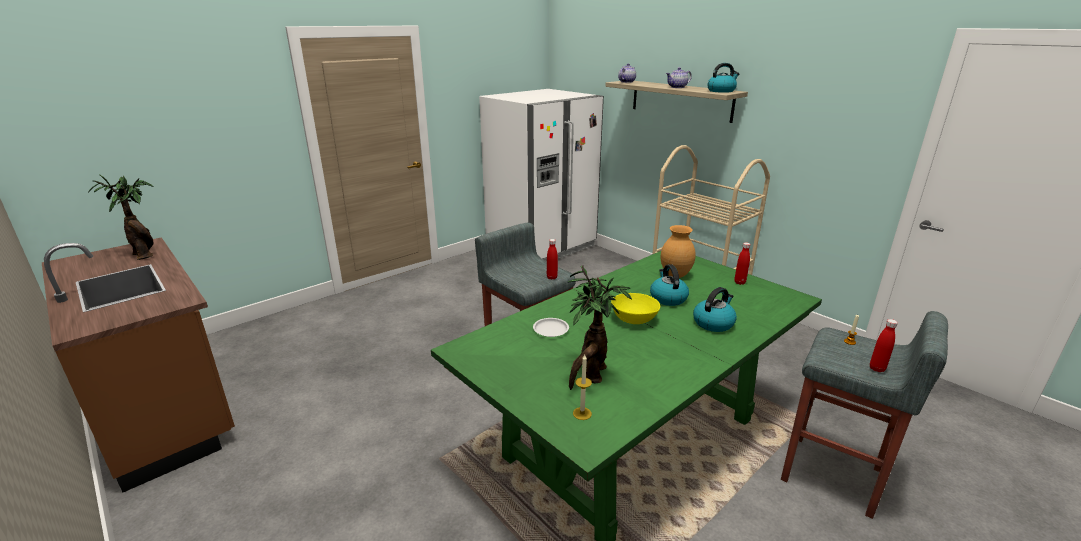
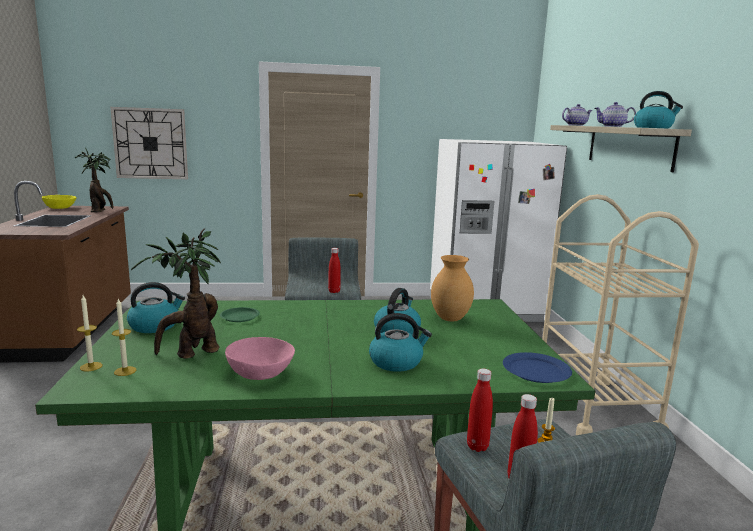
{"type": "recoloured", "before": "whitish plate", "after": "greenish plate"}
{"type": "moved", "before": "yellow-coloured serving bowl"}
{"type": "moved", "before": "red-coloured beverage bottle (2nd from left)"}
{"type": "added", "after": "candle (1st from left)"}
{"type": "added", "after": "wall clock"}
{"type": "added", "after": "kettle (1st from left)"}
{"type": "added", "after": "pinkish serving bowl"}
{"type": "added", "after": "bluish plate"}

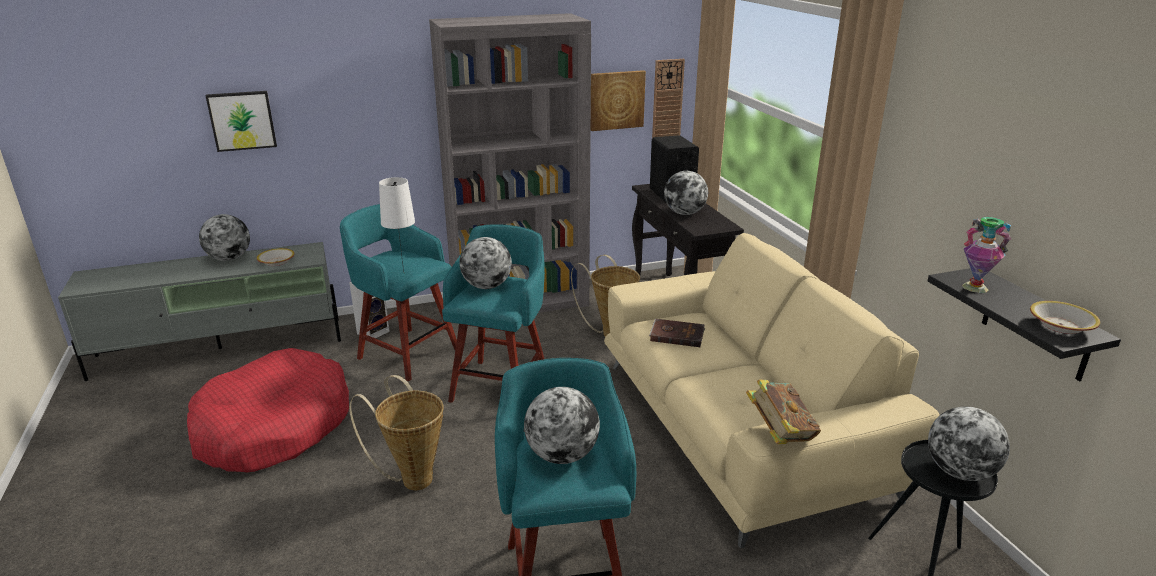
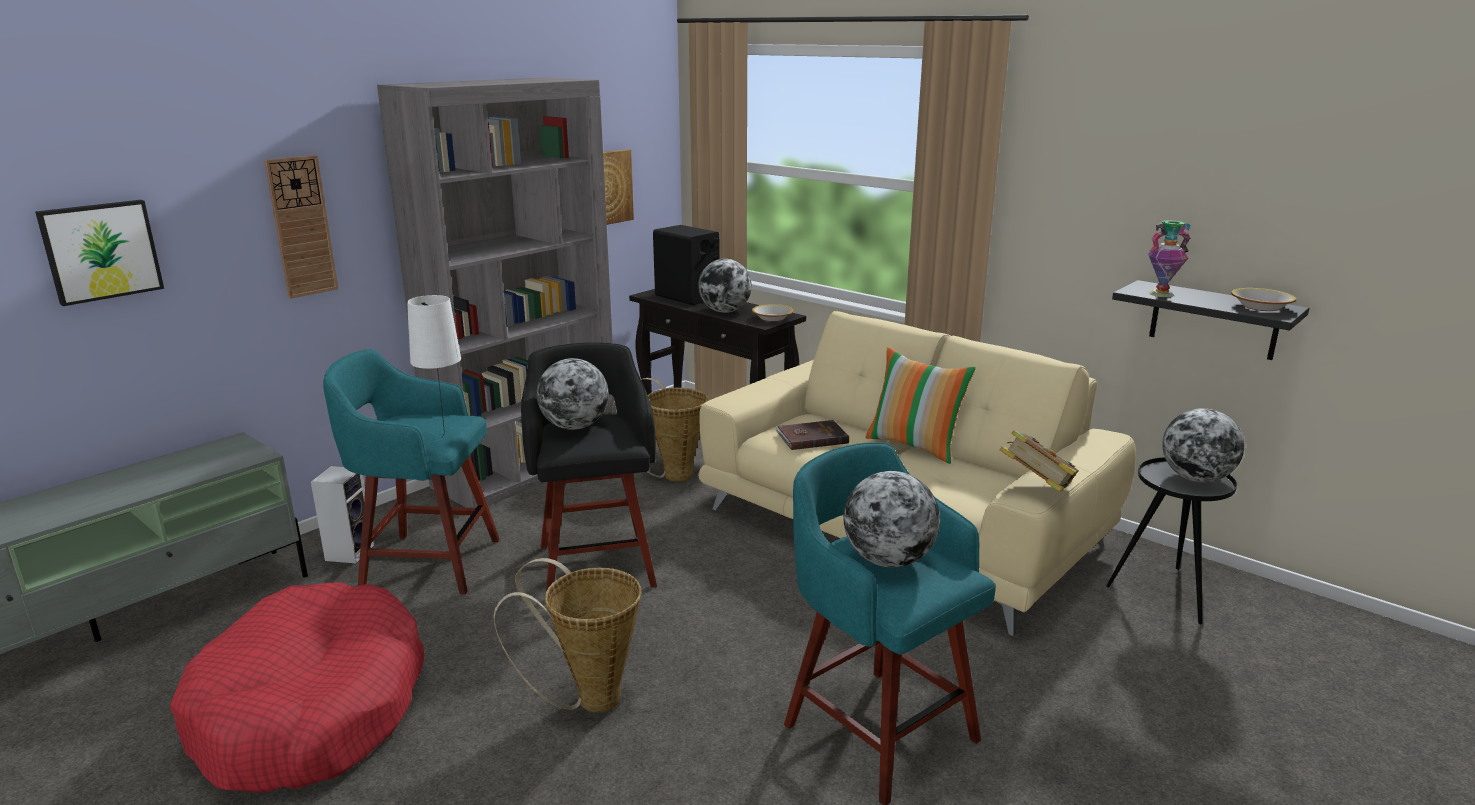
{"type": "removed", "before": "world globe (1st from left)"}
{"type": "moved", "before": "serving bowl (1st from left)"}
{"type": "recoloured", "before": "turquoise-coloured stool (2nd from left)", "after": "black stool"}
{"type": "moved", "before": "wall clock"}
{"type": "added", "after": "cushion"}

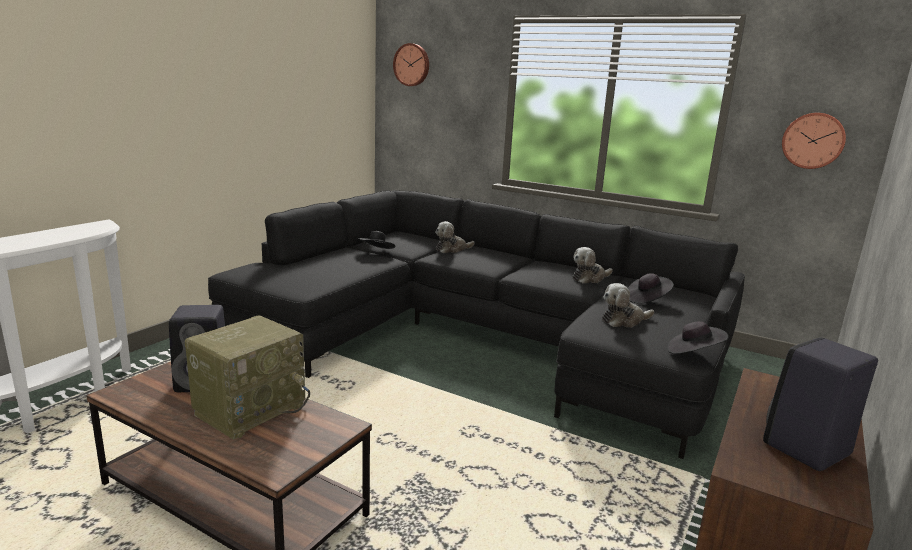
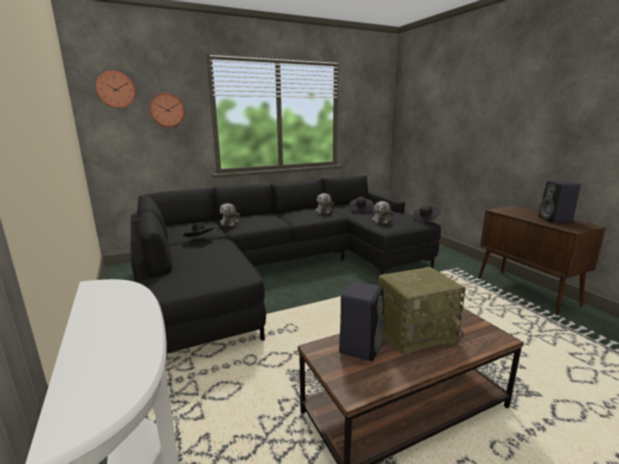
{"type": "turned", "before": "radio receiver", "turn": 90}
{"type": "moved", "before": "wall clock (2nd from left)"}

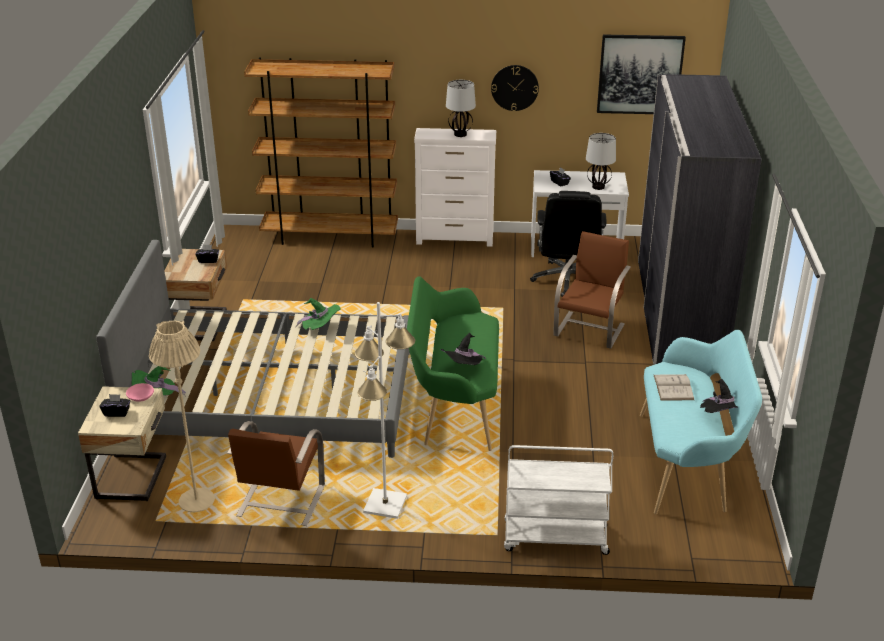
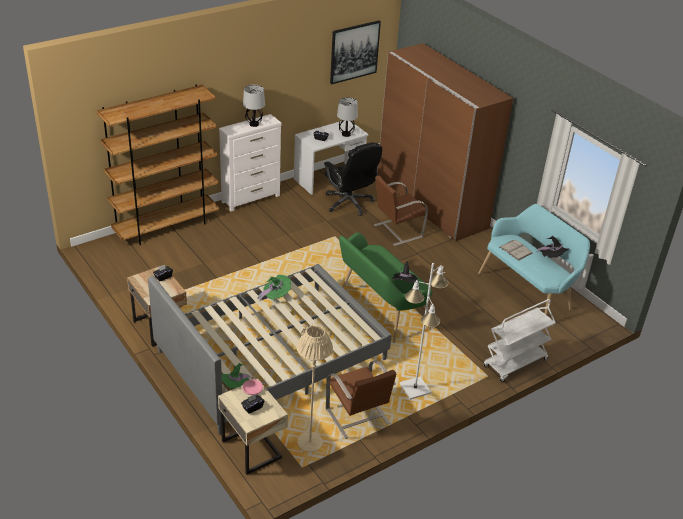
{"type": "removed", "before": "wall clock"}
{"type": "turned", "before": "brownish upright chair (2nd from left)", "turn": -105}
{"type": "recoloured", "before": "gray wardrobe", "after": "brownish wardrobe"}

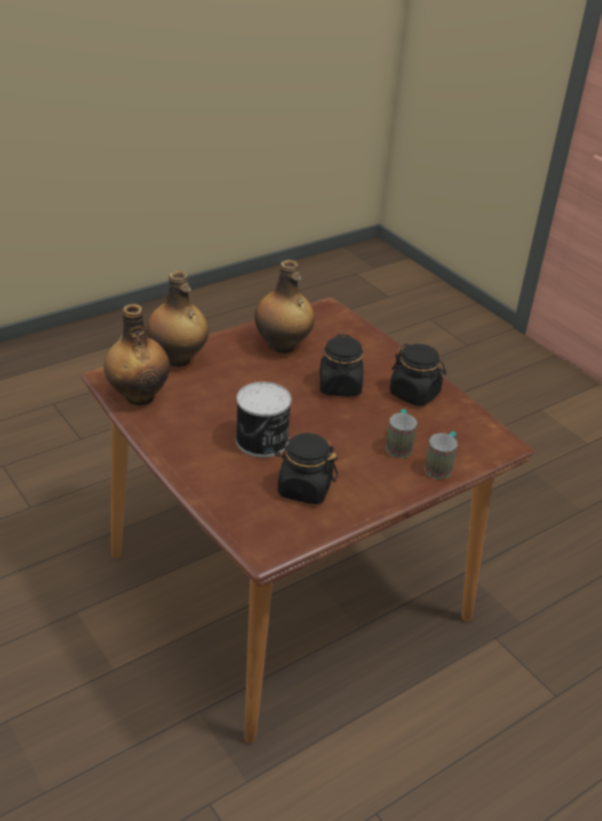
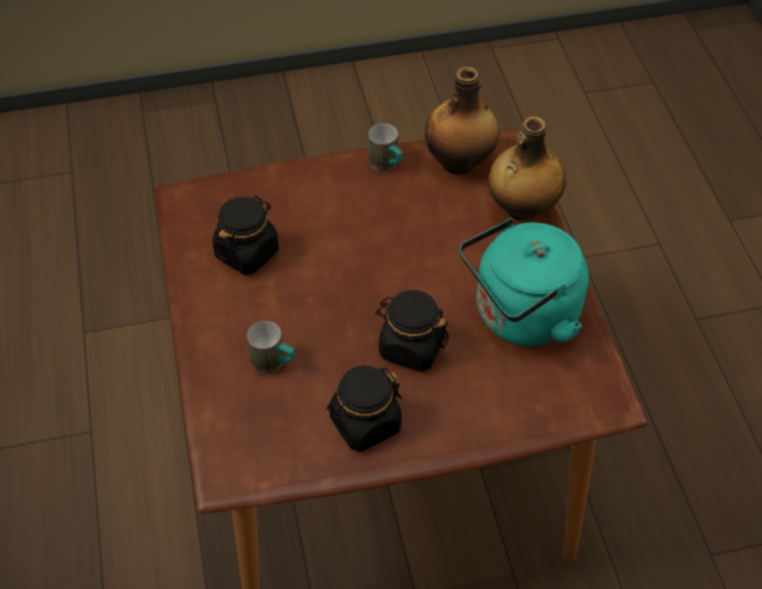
{"type": "removed", "before": "sealed can"}
{"type": "replaced", "before": "beverage bottle (3rd from left)", "after": "turquoise-coloured kettle"}
{"type": "moved", "before": "coffee mug (2nd from left)"}

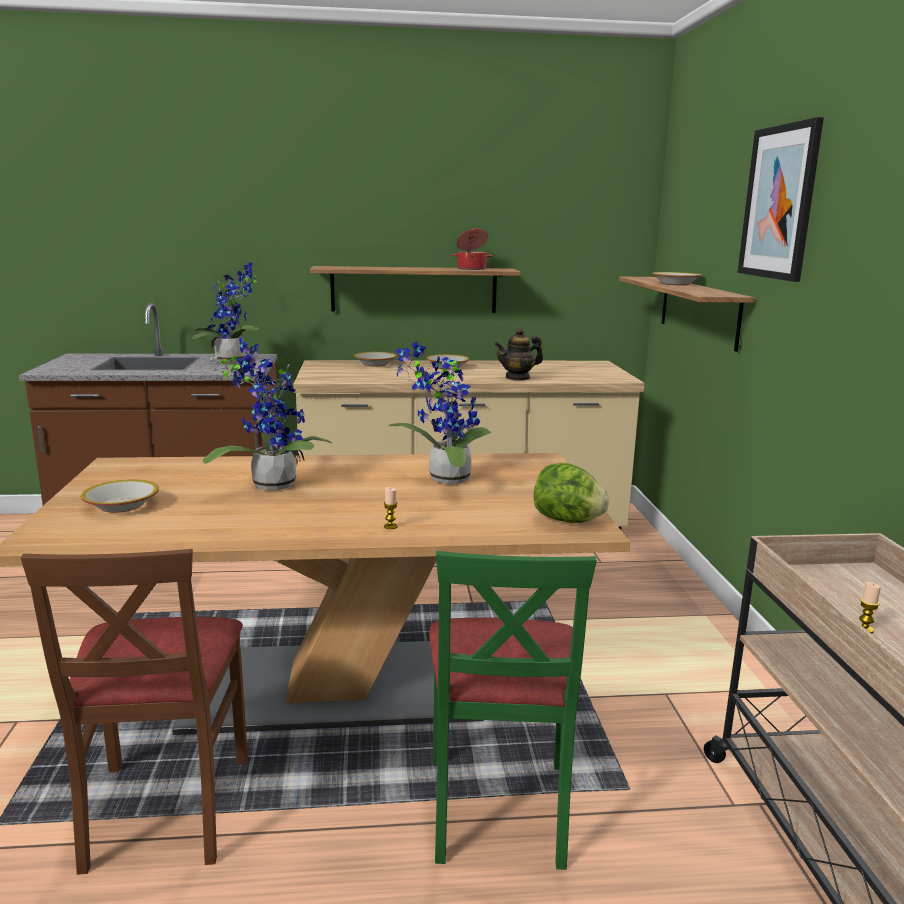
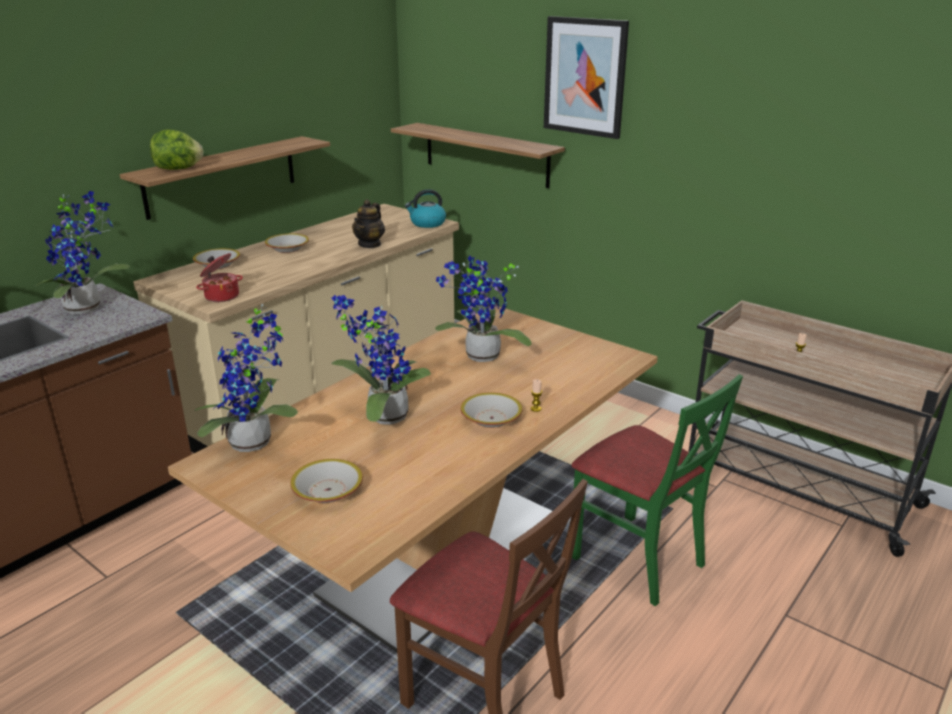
{"type": "moved", "before": "saucepot"}
{"type": "moved", "before": "lettuce head"}
{"type": "moved", "before": "serving bowl (4th from left)"}
{"type": "added", "after": "houseplant (2nd from left)"}
{"type": "added", "after": "kettle"}

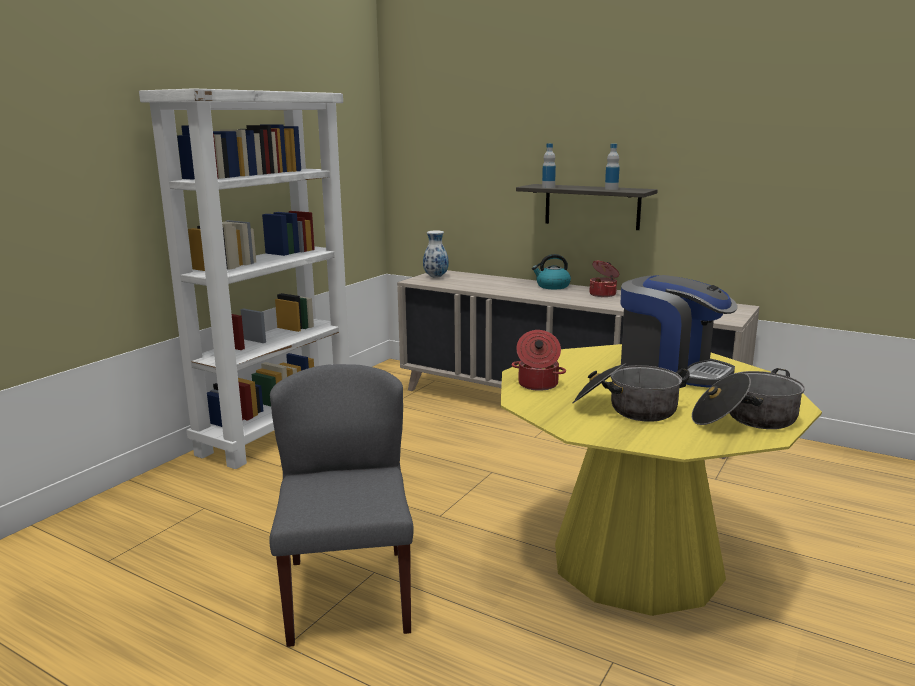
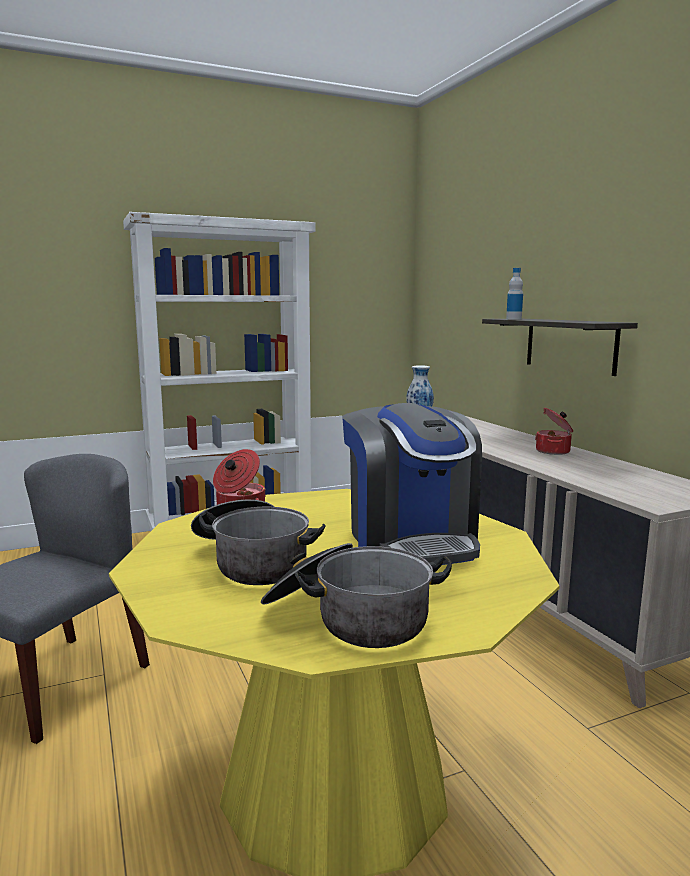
{"type": "removed", "before": "kettle"}
{"type": "removed", "before": "beverage bottle (2nd from left)"}

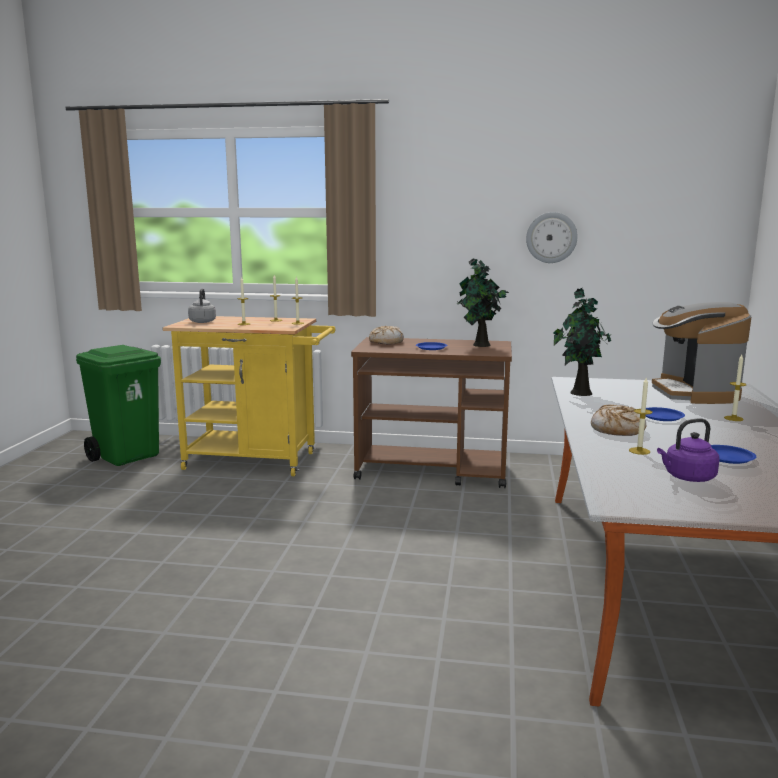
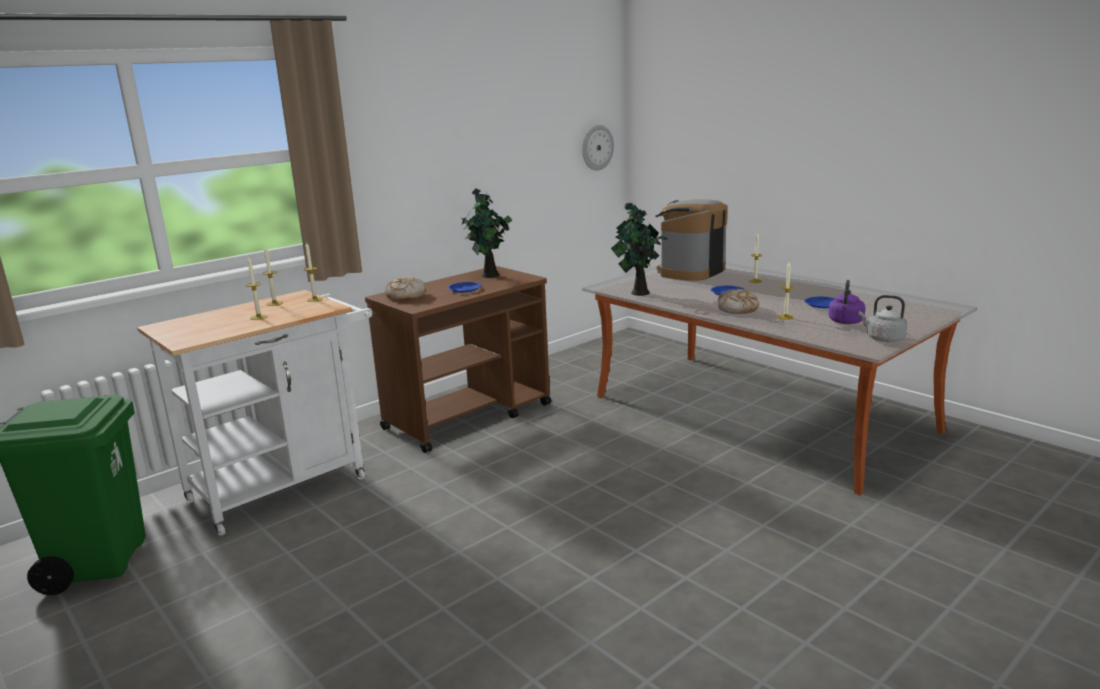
{"type": "recoloured", "before": "yellow-coloured wheeled cart", "after": "whitish wheeled cart"}
{"type": "moved", "before": "gray kettle"}
{"type": "moved", "before": "wall clock"}
{"type": "turned", "before": "coffee maker", "turn": 90}

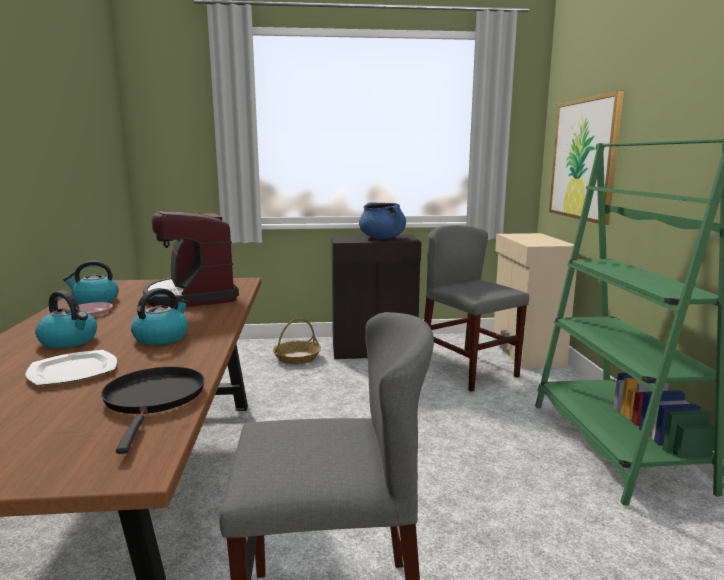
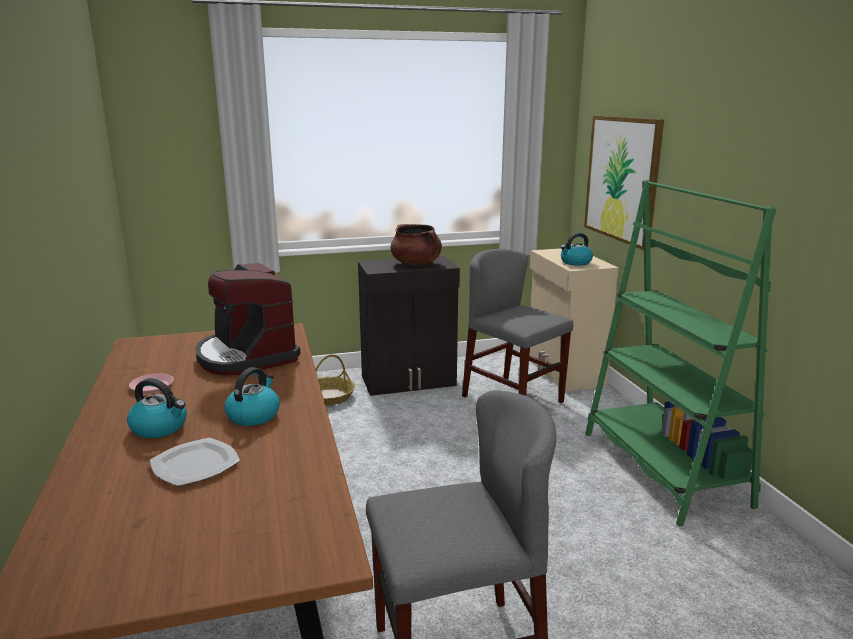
{"type": "moved", "before": "kettle (2nd from left in the first image)", "after": "kettle (3rd from left)"}
{"type": "removed", "before": "black skillet"}
{"type": "recoloured", "before": "bluish saucepot", "after": "brownish saucepot"}

